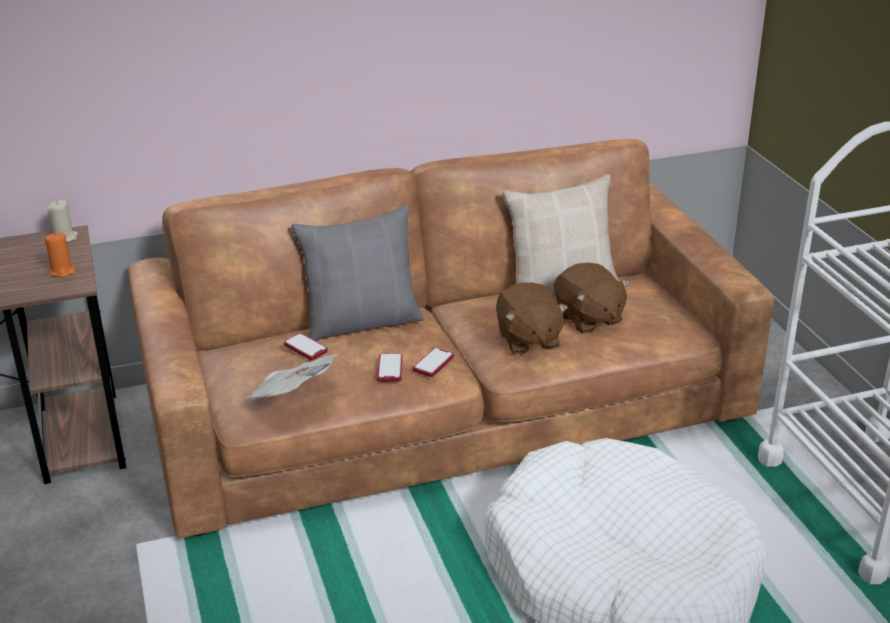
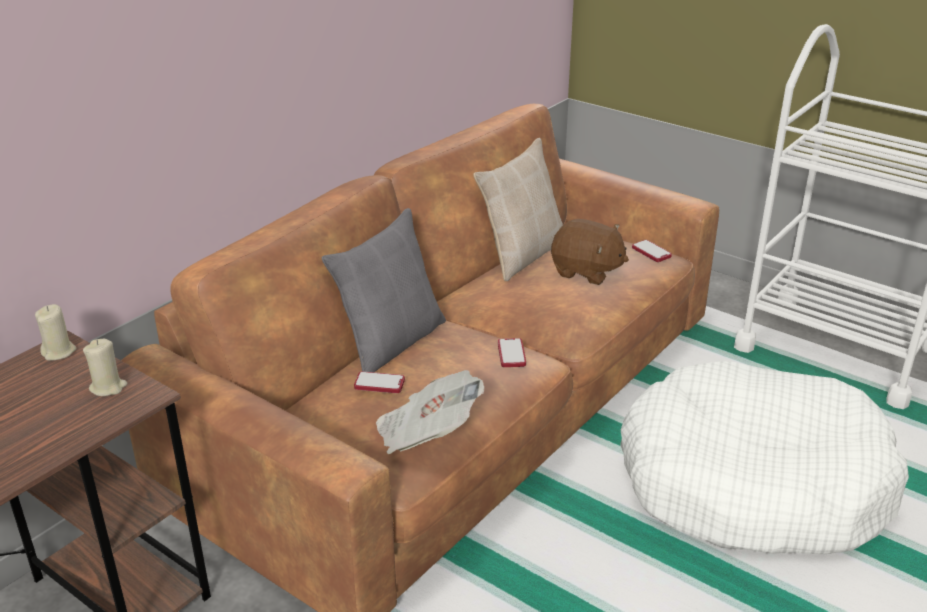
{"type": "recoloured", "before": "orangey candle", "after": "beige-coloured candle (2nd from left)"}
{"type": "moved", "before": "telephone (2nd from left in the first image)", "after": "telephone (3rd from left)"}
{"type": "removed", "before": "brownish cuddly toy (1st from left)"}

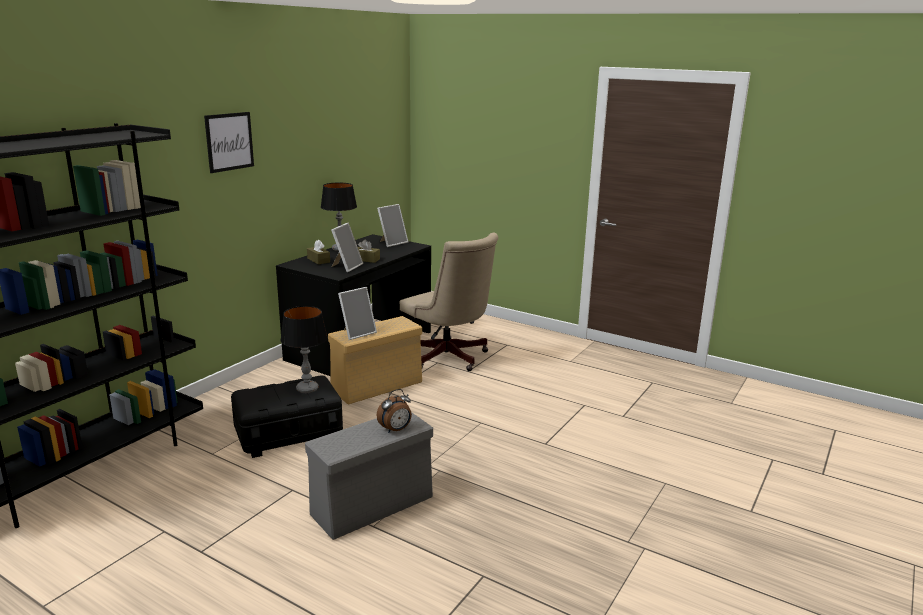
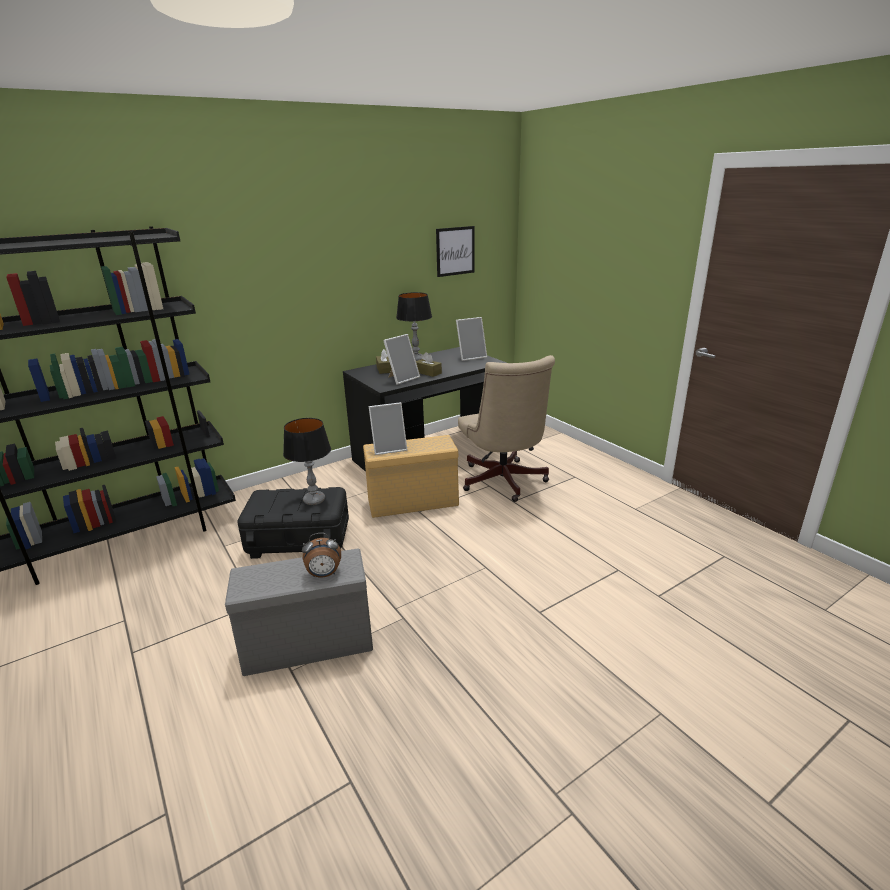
{"type": "moved", "before": "wall picture"}

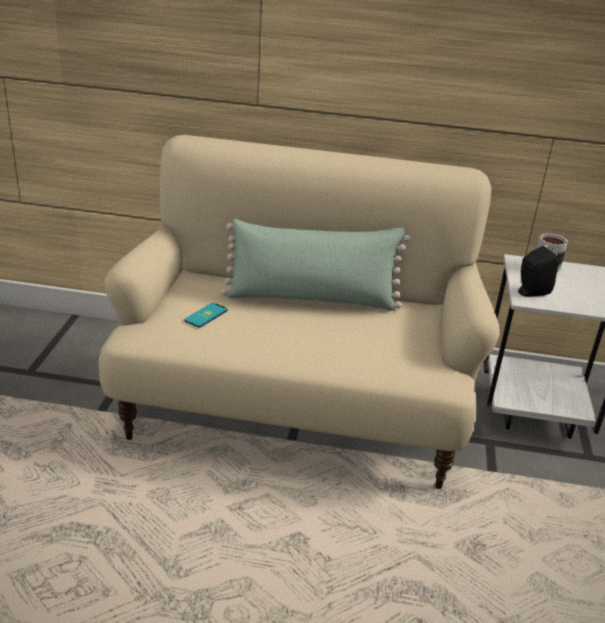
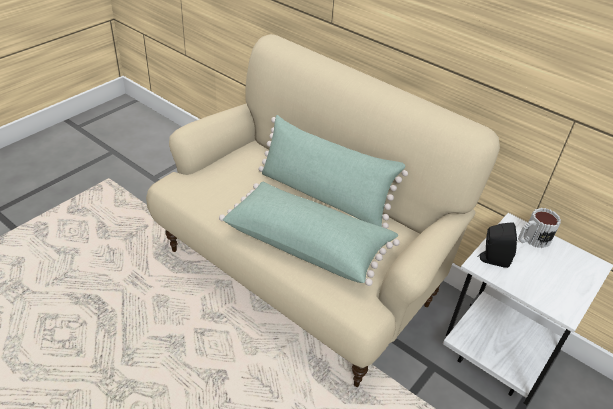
{"type": "removed", "before": "telephone"}
{"type": "added", "after": "greenish cushion (1st from left)"}

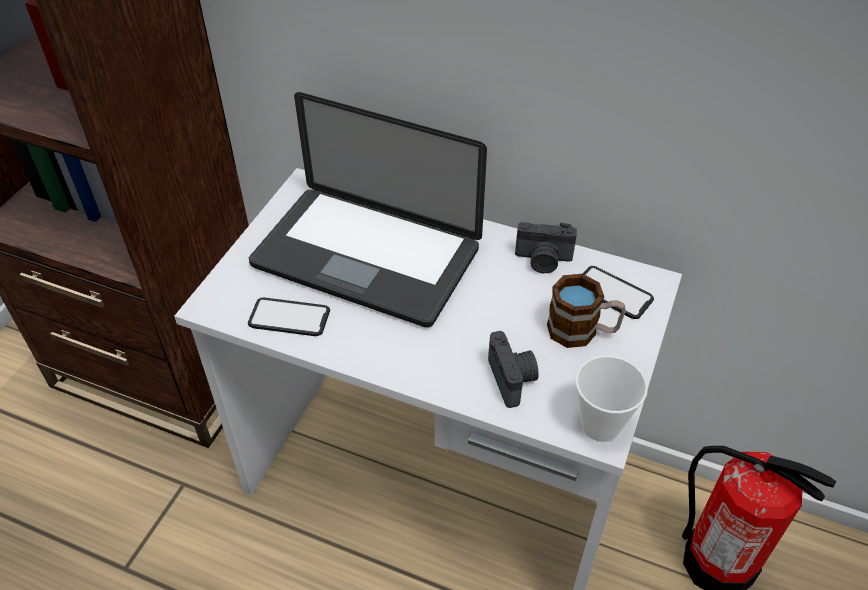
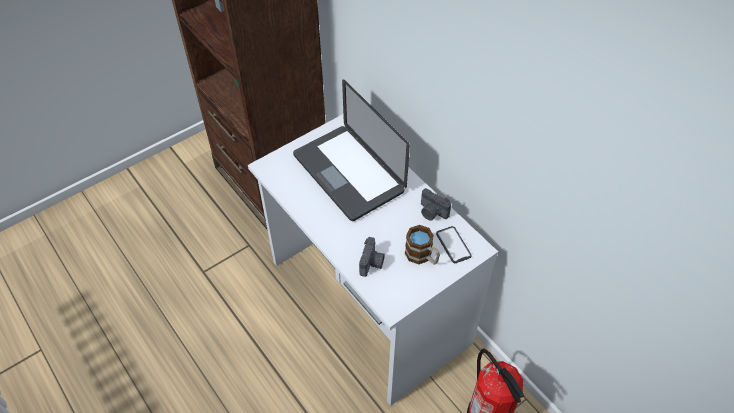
{"type": "removed", "before": "telephone (1st from left)"}
{"type": "removed", "before": "cup"}

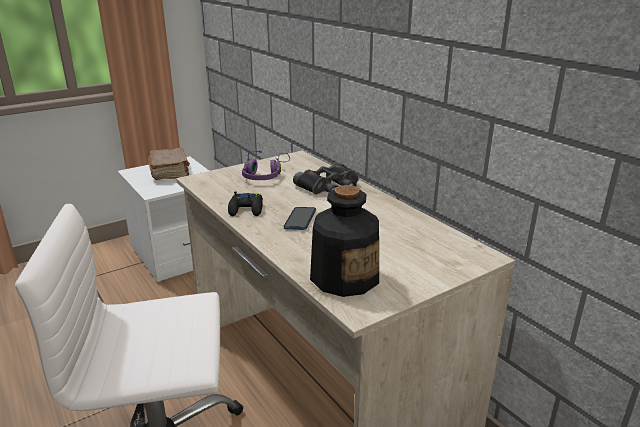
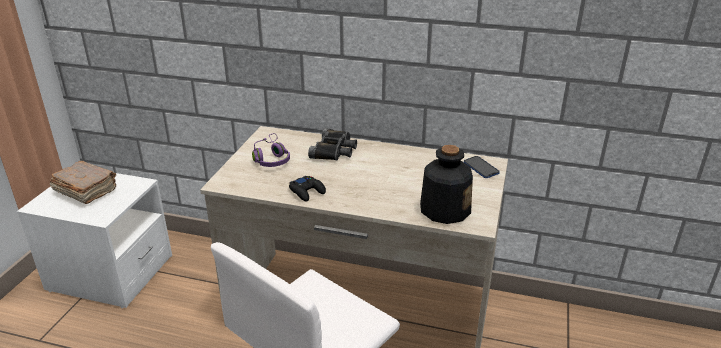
{"type": "moved", "before": "telephone"}

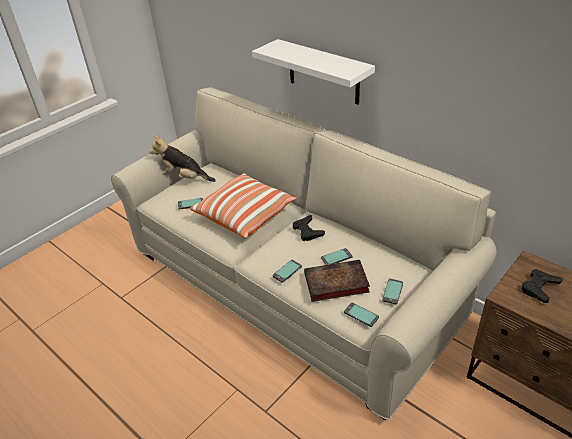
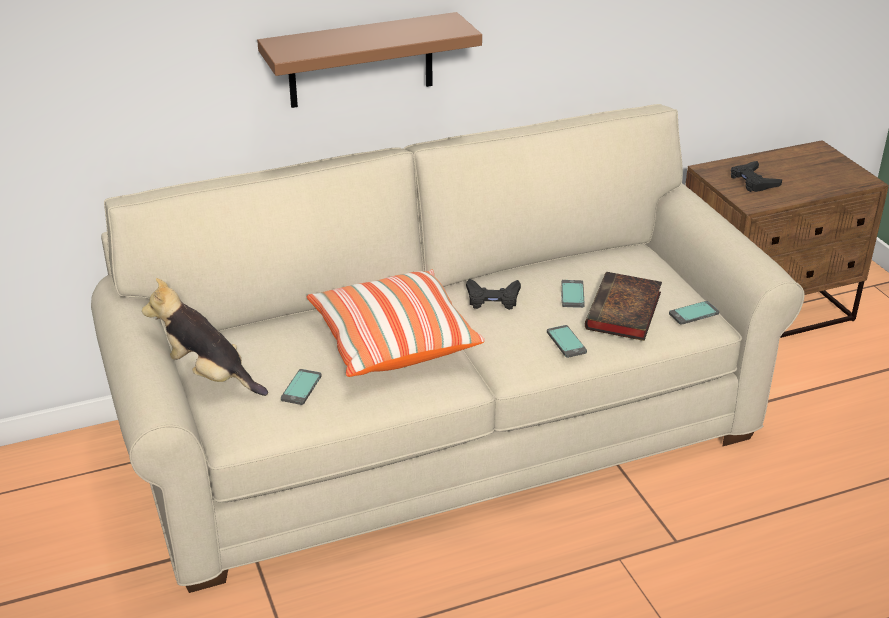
{"type": "turned", "before": "cuddly toy", "turn": 75}
{"type": "recoloured", "before": "whitish bracket shelf", "after": "brownish bracket shelf"}
{"type": "removed", "before": "telephone (5th from left)"}

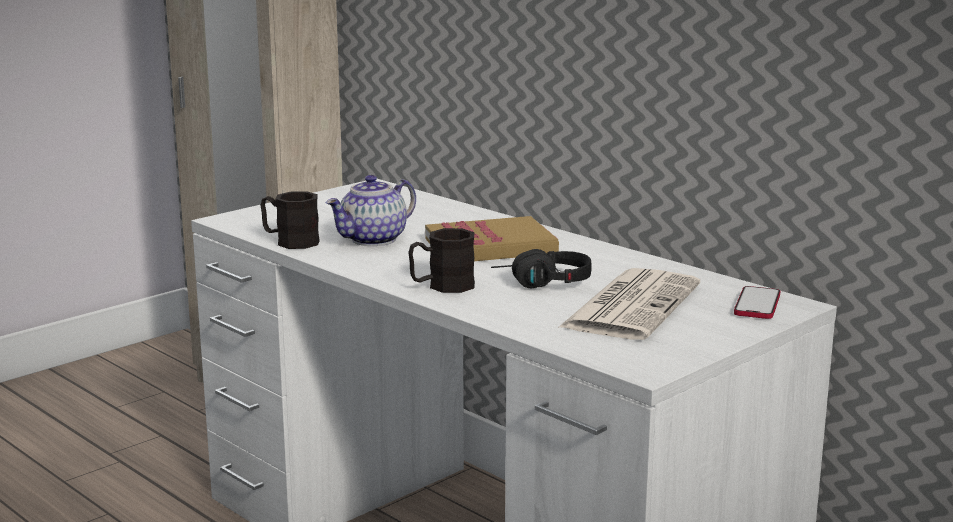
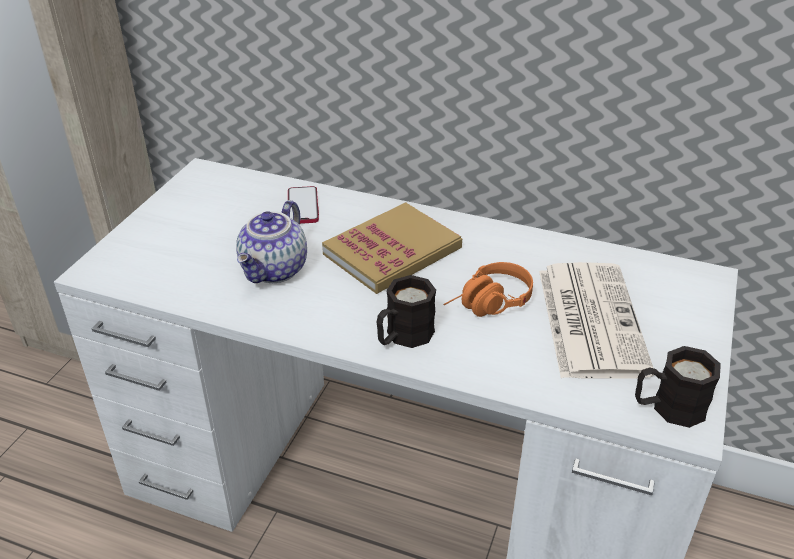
{"type": "moved", "before": "black coffee mug (1st from left in the first image)", "after": "black coffee mug (2nd from left)"}
{"type": "recoloured", "before": "black pair of headphones", "after": "orangey pair of headphones"}
{"type": "moved", "before": "telephone"}

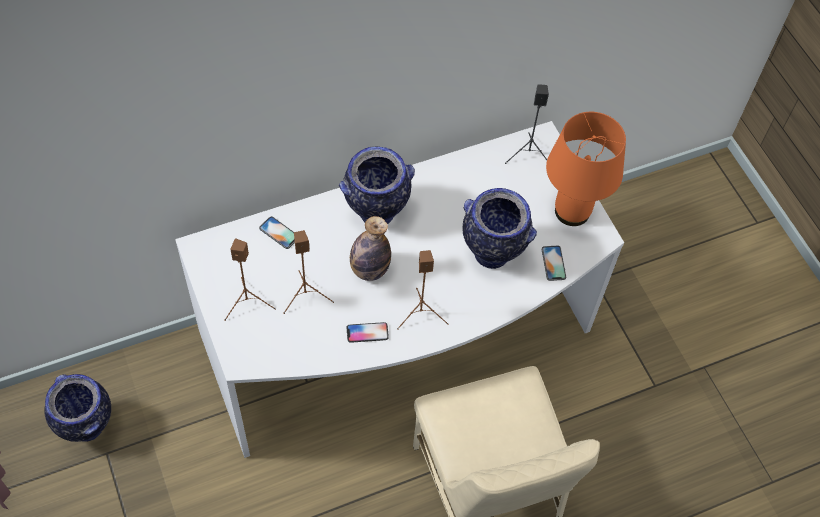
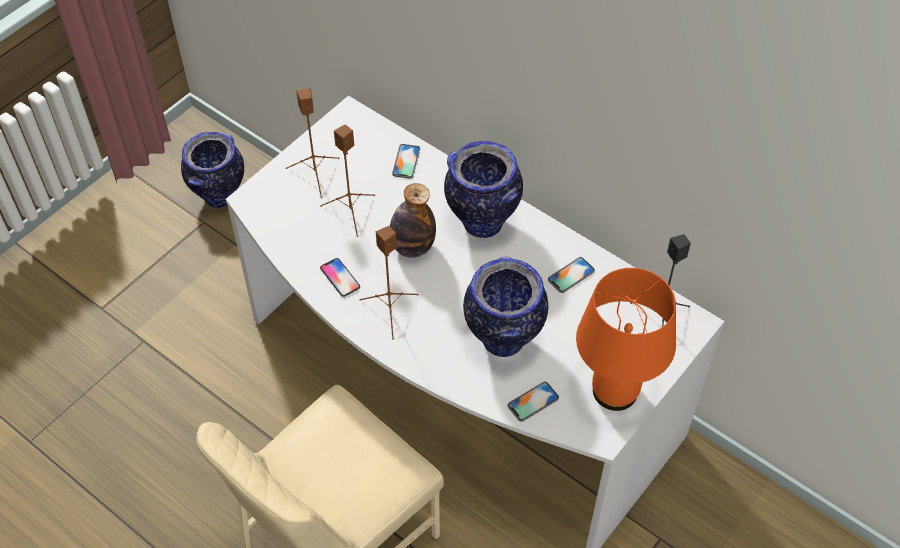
{"type": "added", "after": "telephone (4th from left)"}

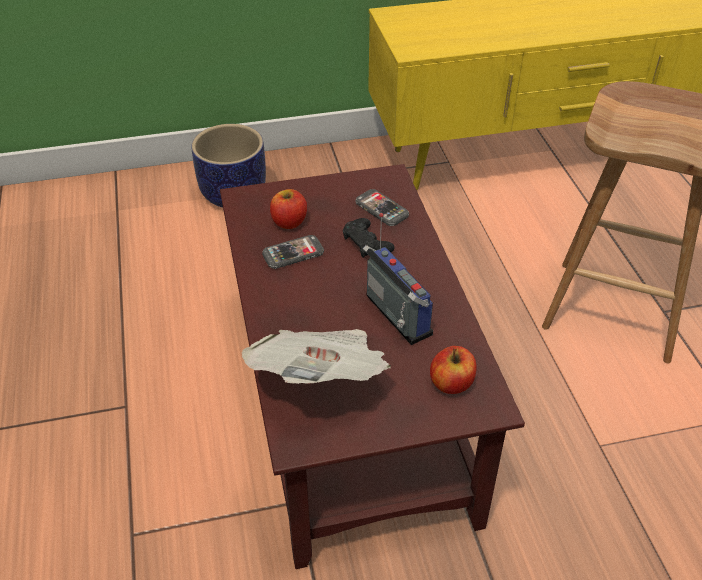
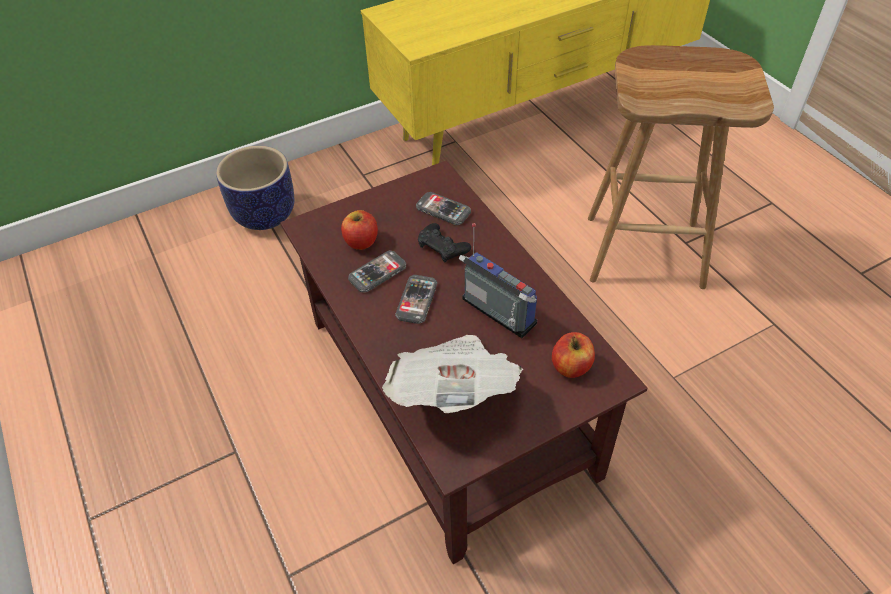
{"type": "added", "after": "telephone (2nd from left)"}

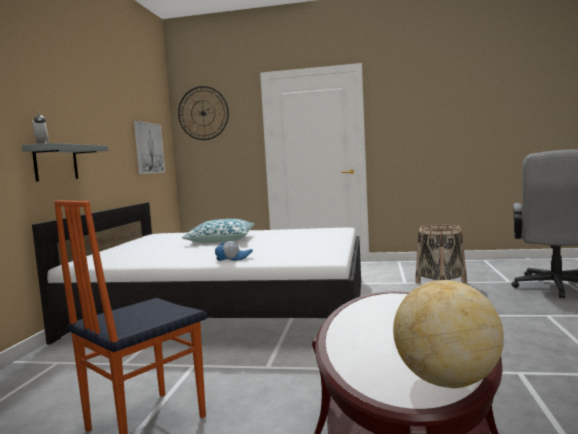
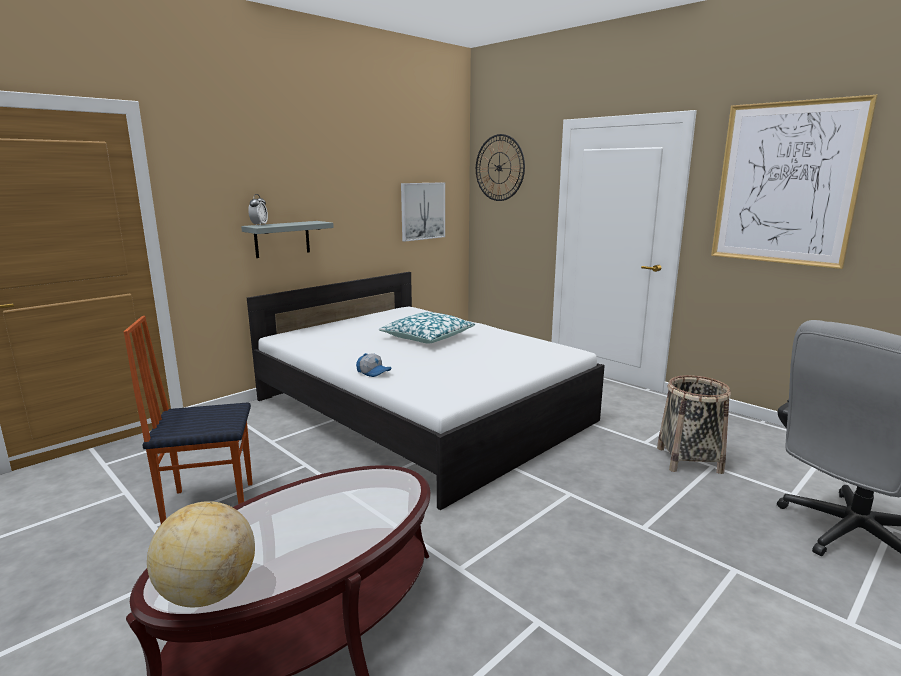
{"type": "added", "after": "wall picture (2nd from left)"}

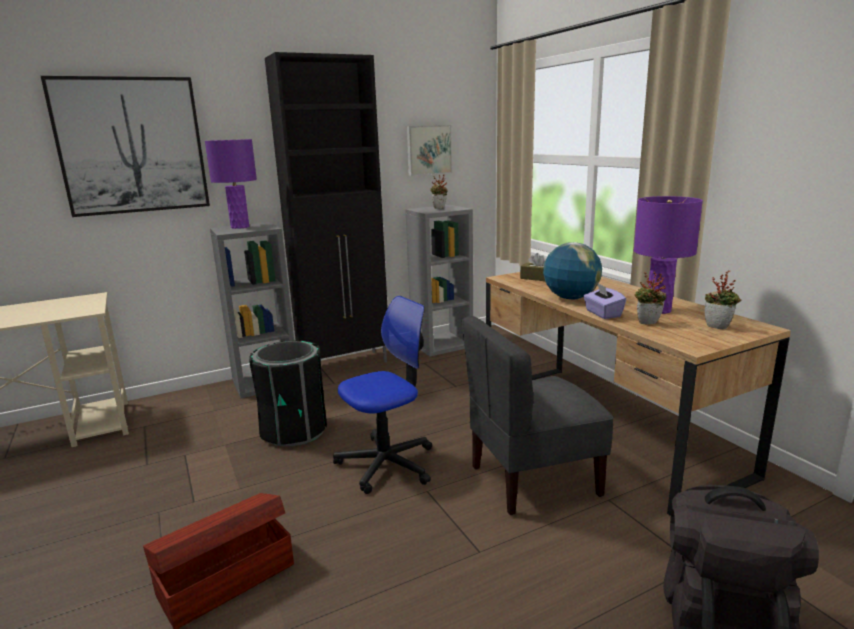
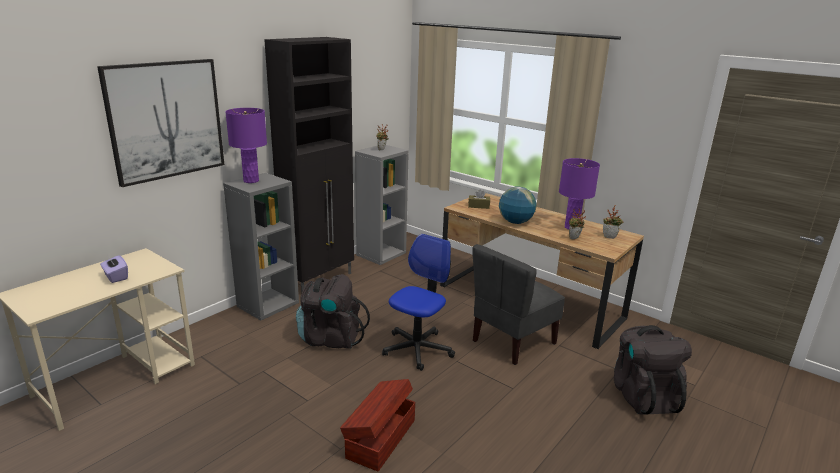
{"type": "replaced", "before": "black trash can", "after": "black knapsack (1st from left)"}
{"type": "removed", "before": "wall picture (2nd from left)"}
{"type": "moved", "before": "purple-coloured box of tissues"}

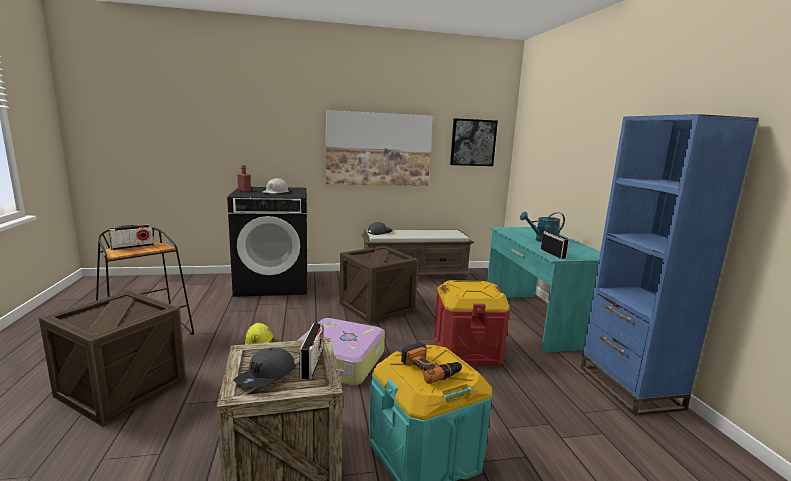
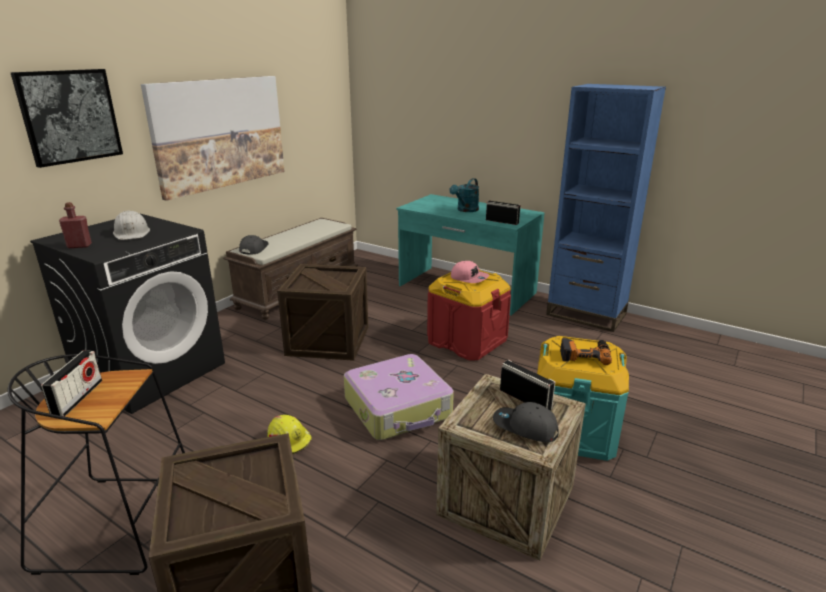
{"type": "turned", "before": "gray cap (1st from left in the first image)", "turn": 135}
{"type": "moved", "before": "wall picture (2nd from left in the first image)", "after": "wall picture (1st from left)"}
{"type": "added", "after": "pinkish cap"}

